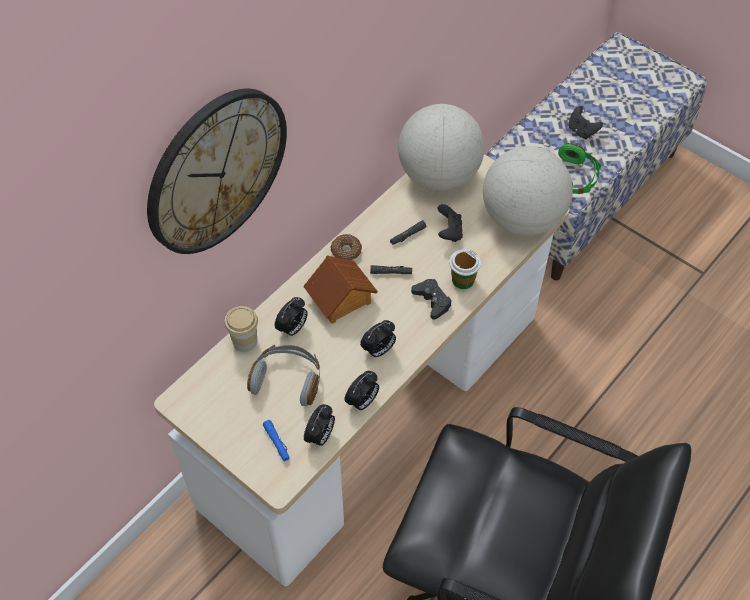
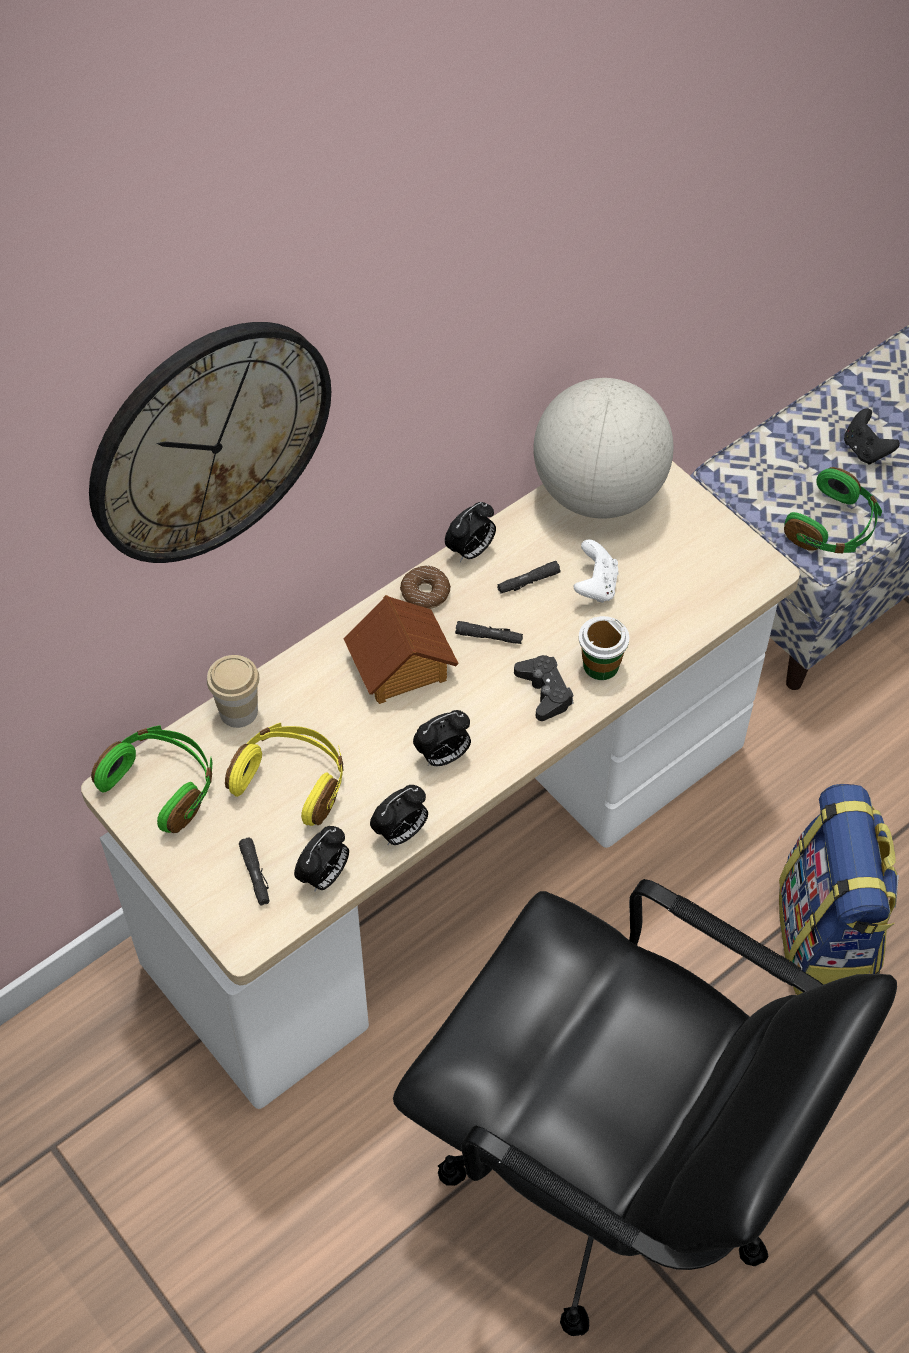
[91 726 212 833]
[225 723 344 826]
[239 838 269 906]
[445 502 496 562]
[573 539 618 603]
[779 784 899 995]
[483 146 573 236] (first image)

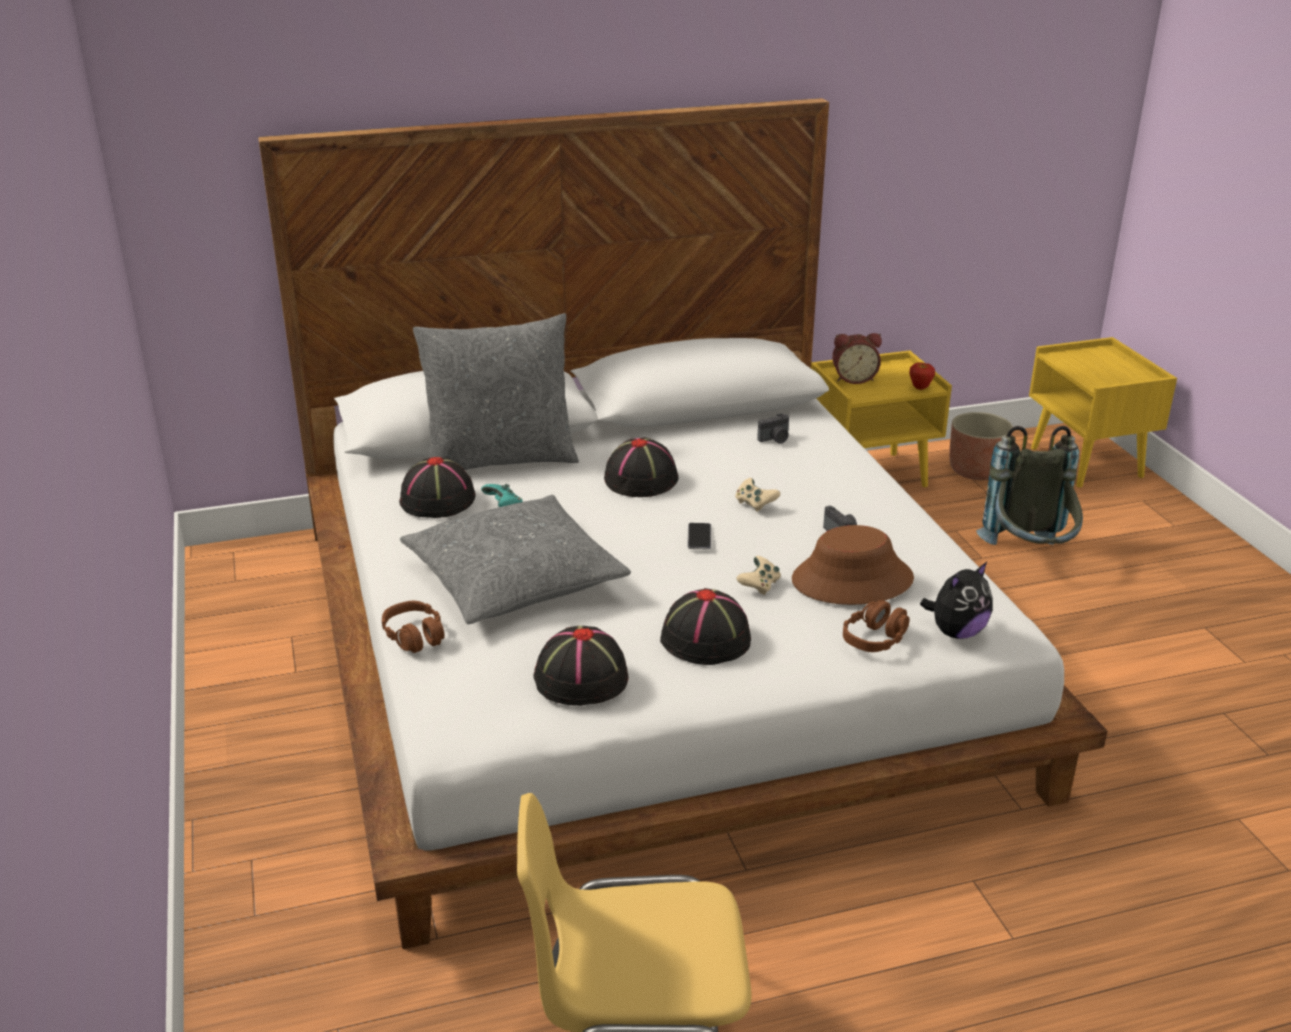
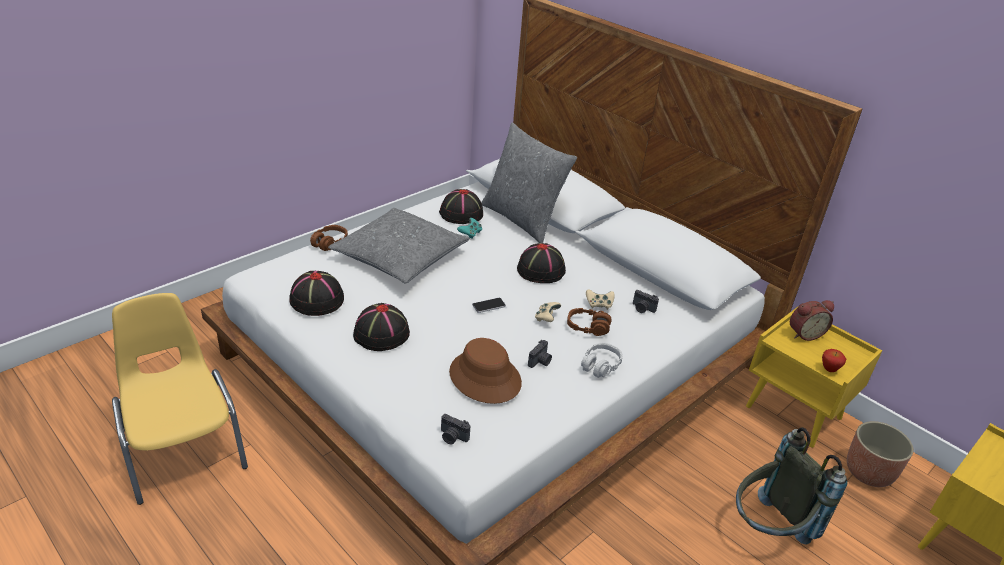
[441 414 470 444]
[567 308 612 336]
[581 343 623 378]
[586 289 615 310]
[790 300 834 341]

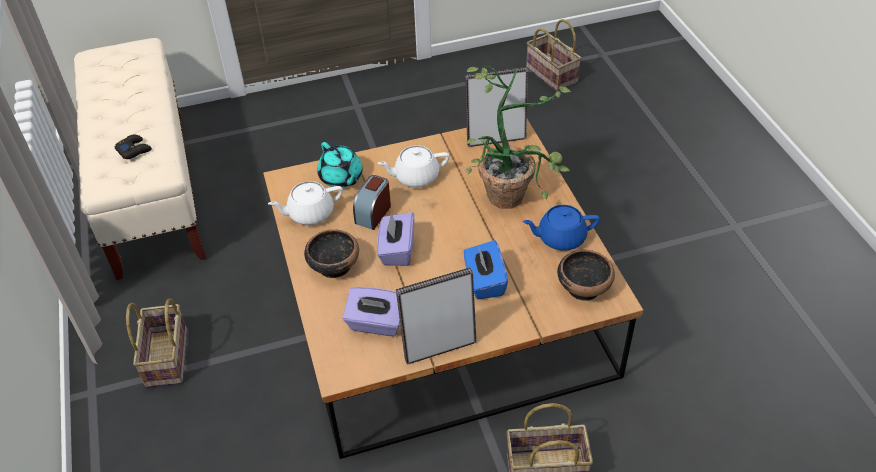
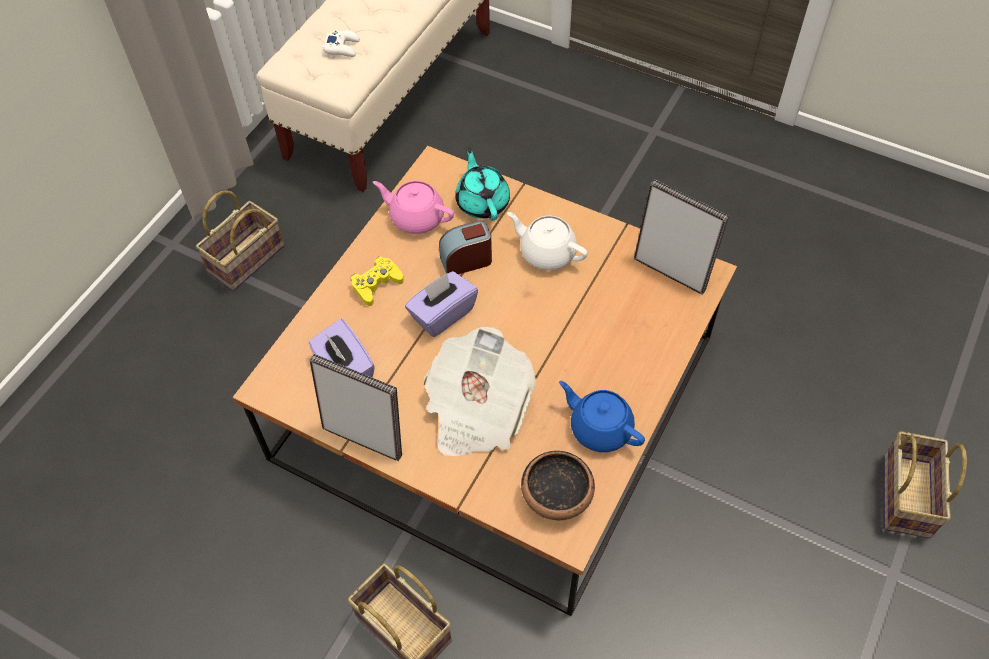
[323 30 360 57]
[351 256 404 306]
[373 181 454 234]
[424 327 536 456]
[455 148 510 221]
[884 431 967 538]
[466 66 571 209] (first image)

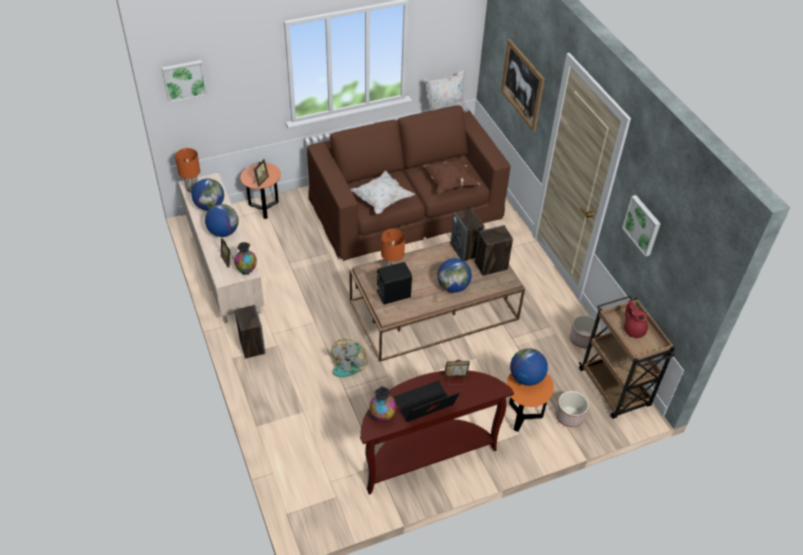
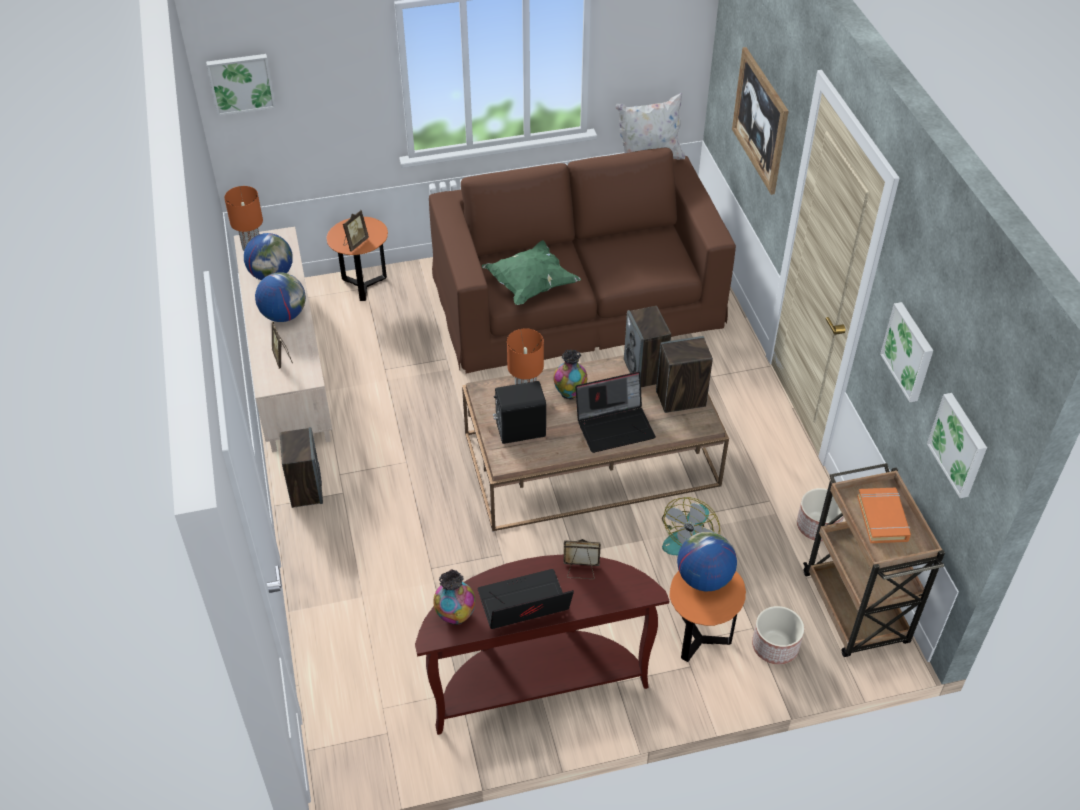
[482 240 581 305]
[553 350 587 400]
[575 372 656 453]
[662 497 720 555]
[857 488 911 543]
[927 393 987 498]
[423 157 482 193] (first image)

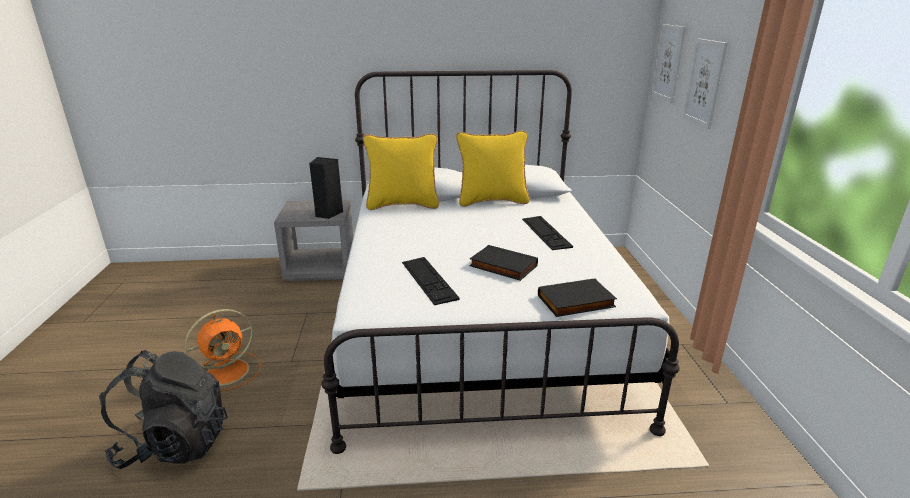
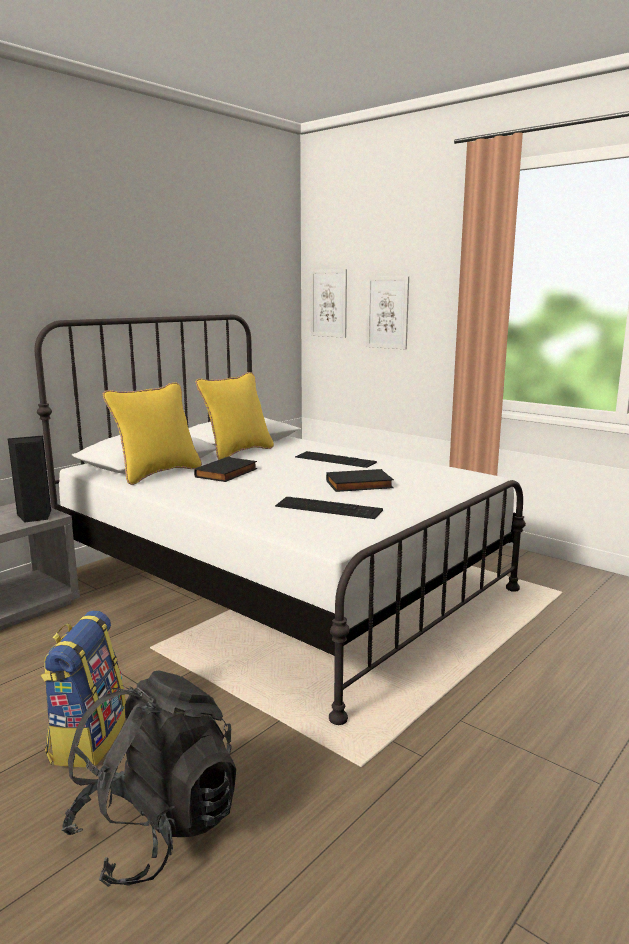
[41 611 126 767]
[194 457 257 482]

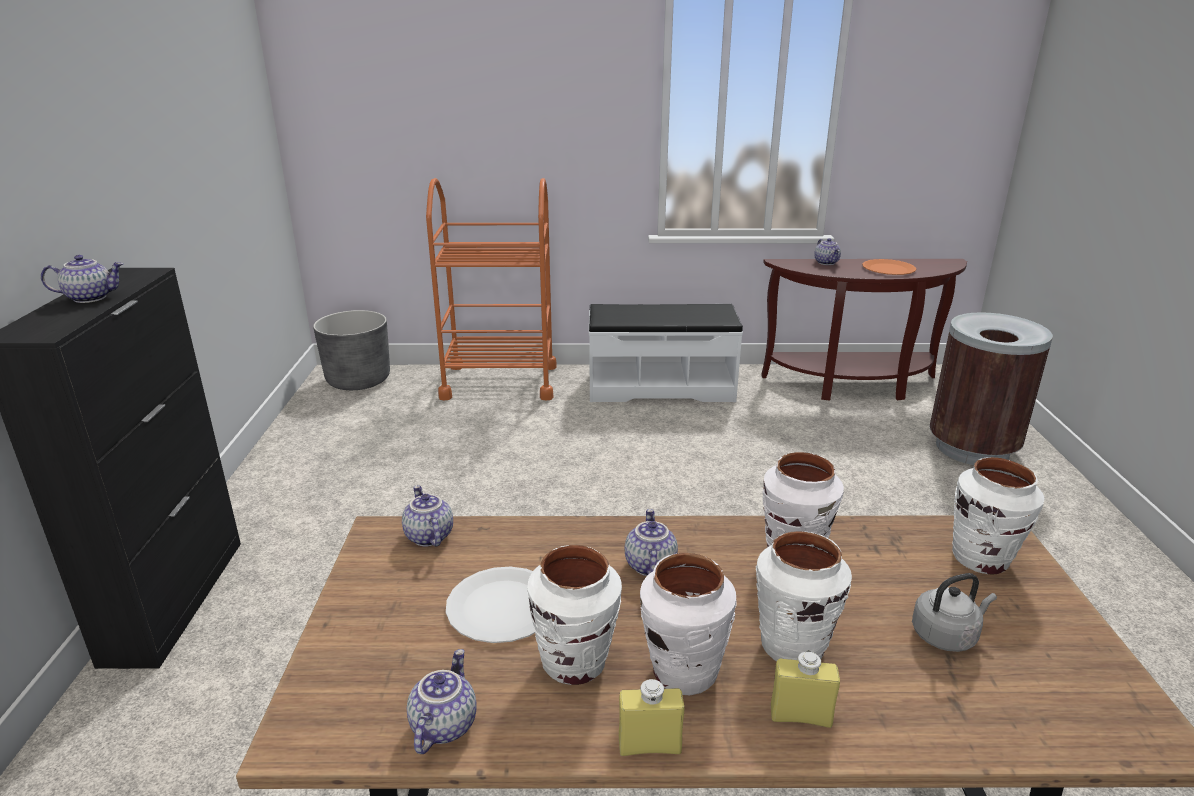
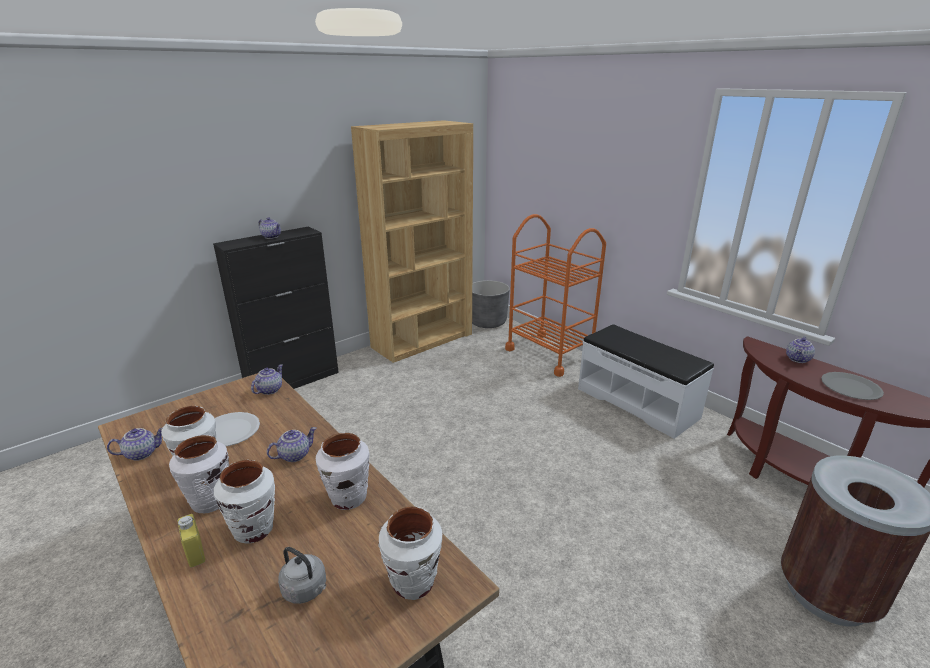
[351 120 473 363]
[821 372 884 400]
[619 679 684 756] (first image)

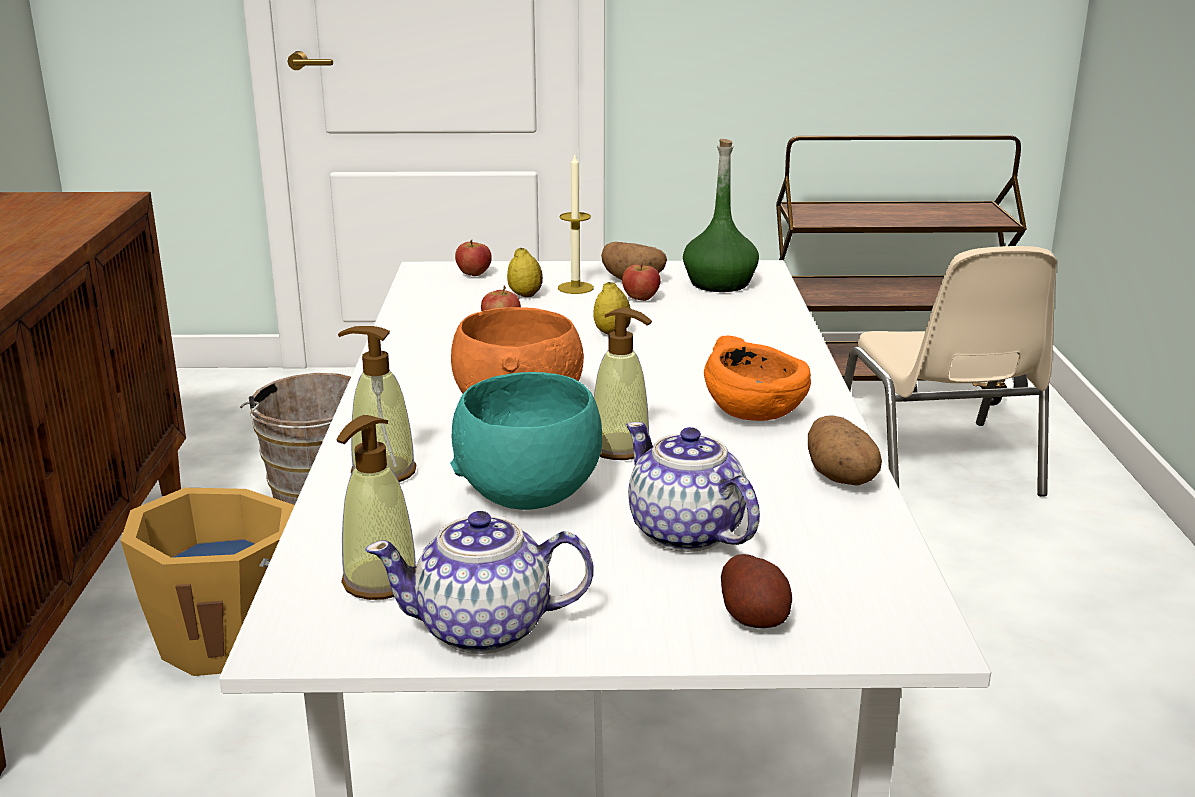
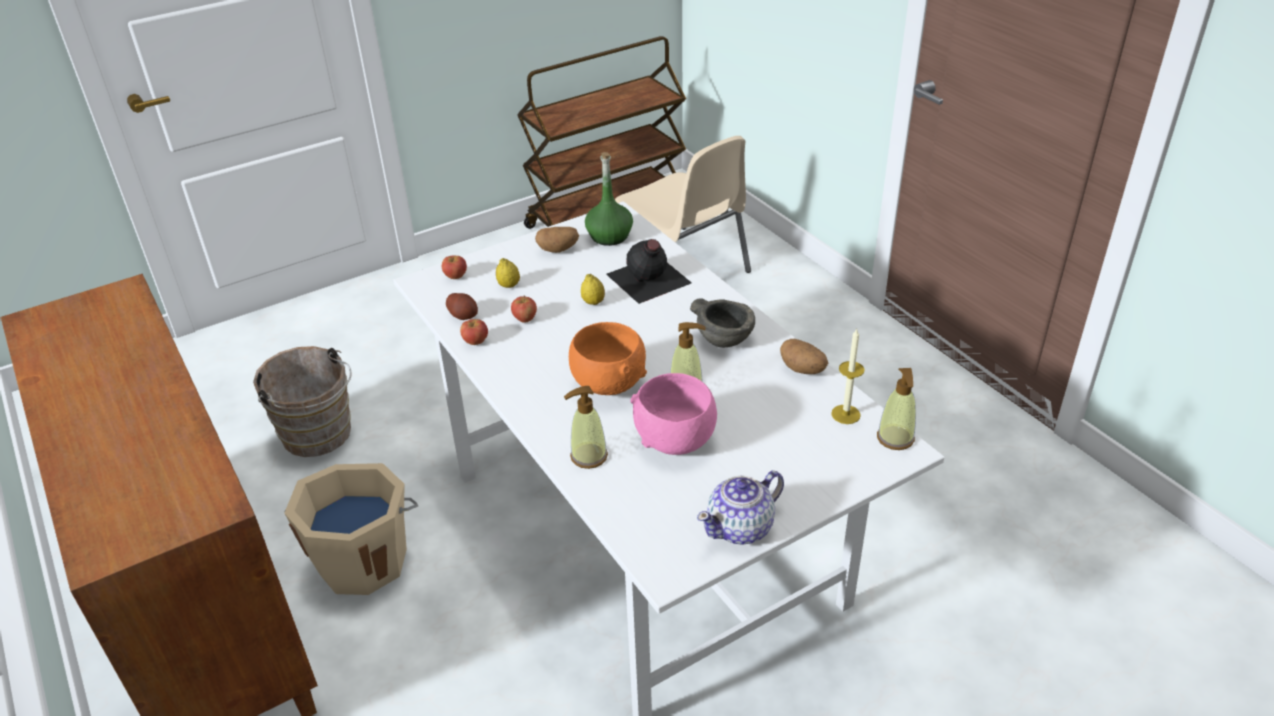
[284 463 418 595]
[446 293 478 320]
[460 319 488 345]
[606 239 692 304]
[630 373 717 455]
[690 298 755 348]
[831 329 865 424]
[877 368 916 450]
[626 422 760 552] (first image)

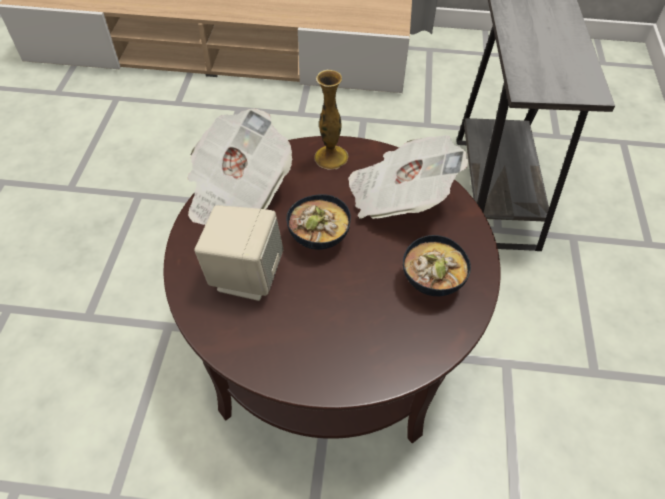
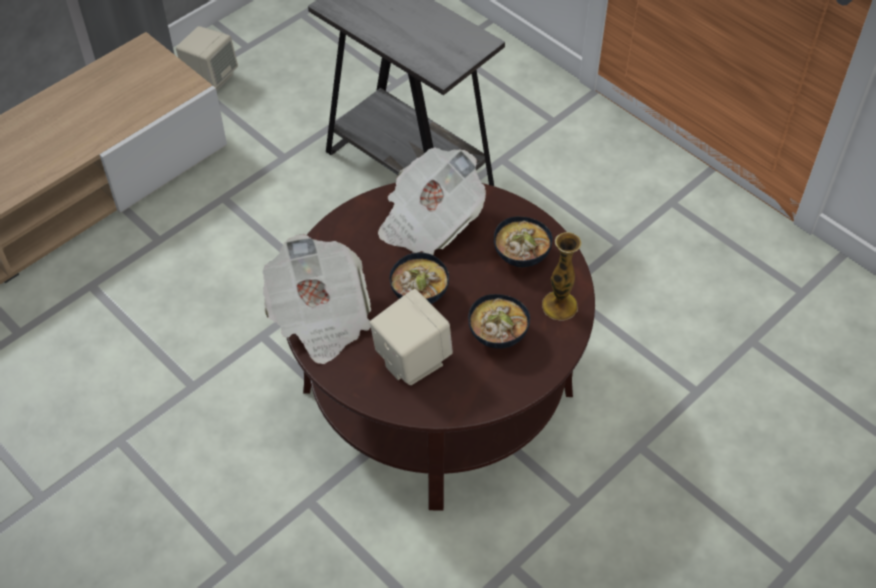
[176 26 238 91]
[468 294 530 349]
[542 232 581 321]

